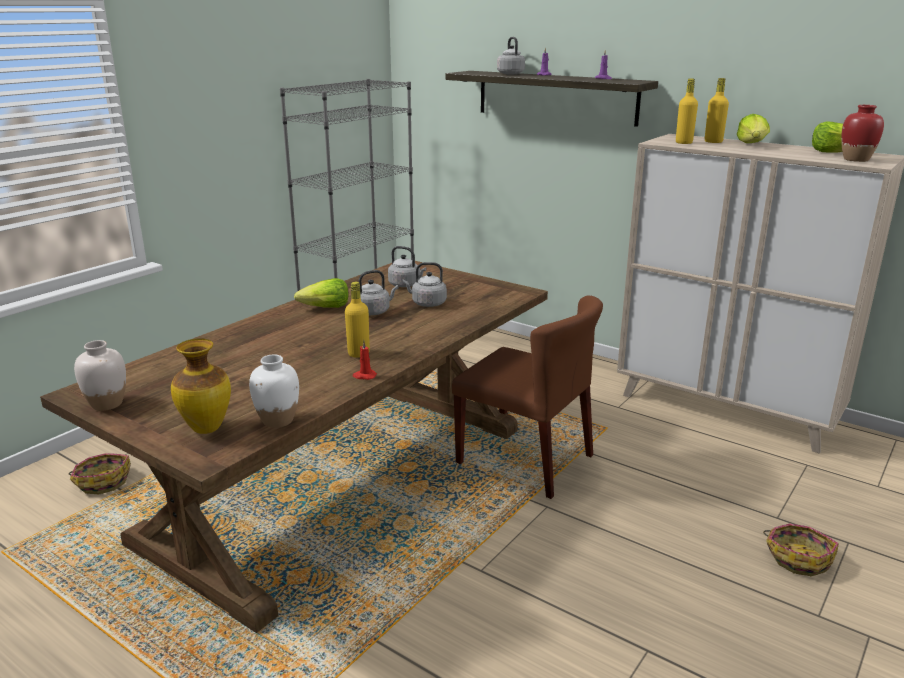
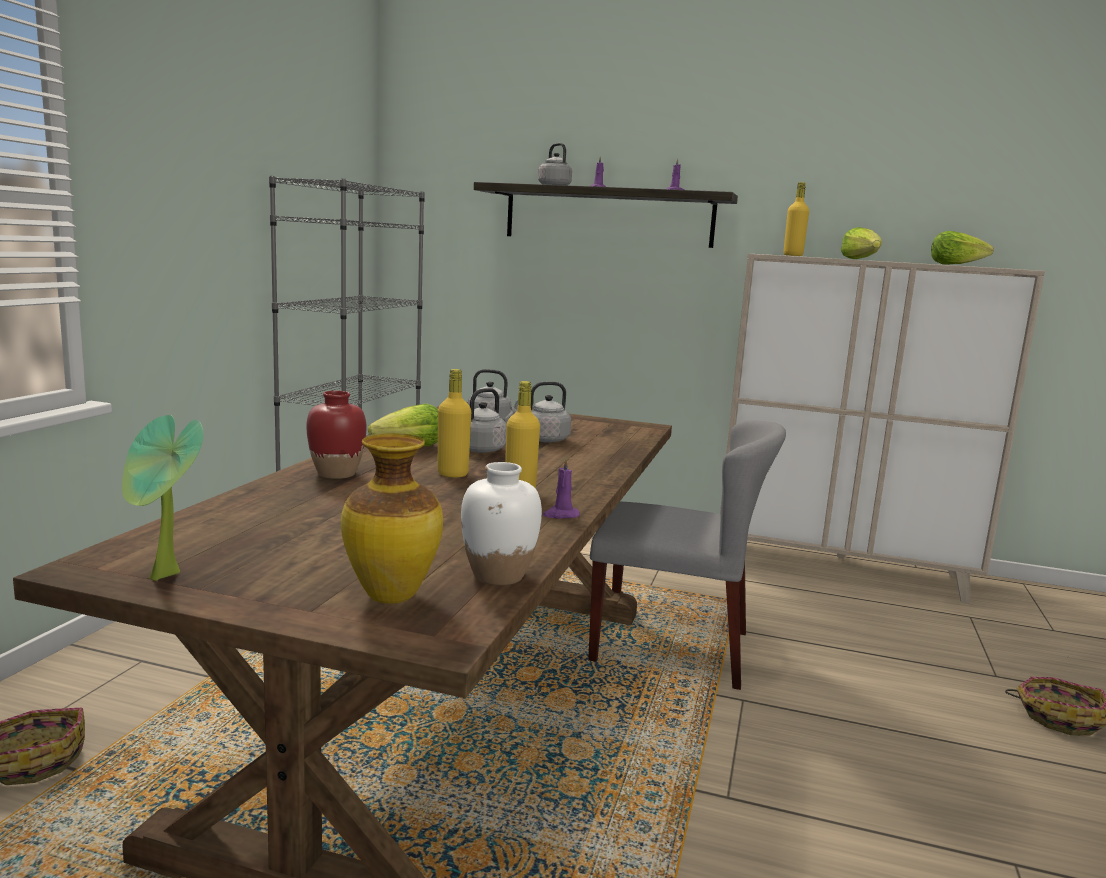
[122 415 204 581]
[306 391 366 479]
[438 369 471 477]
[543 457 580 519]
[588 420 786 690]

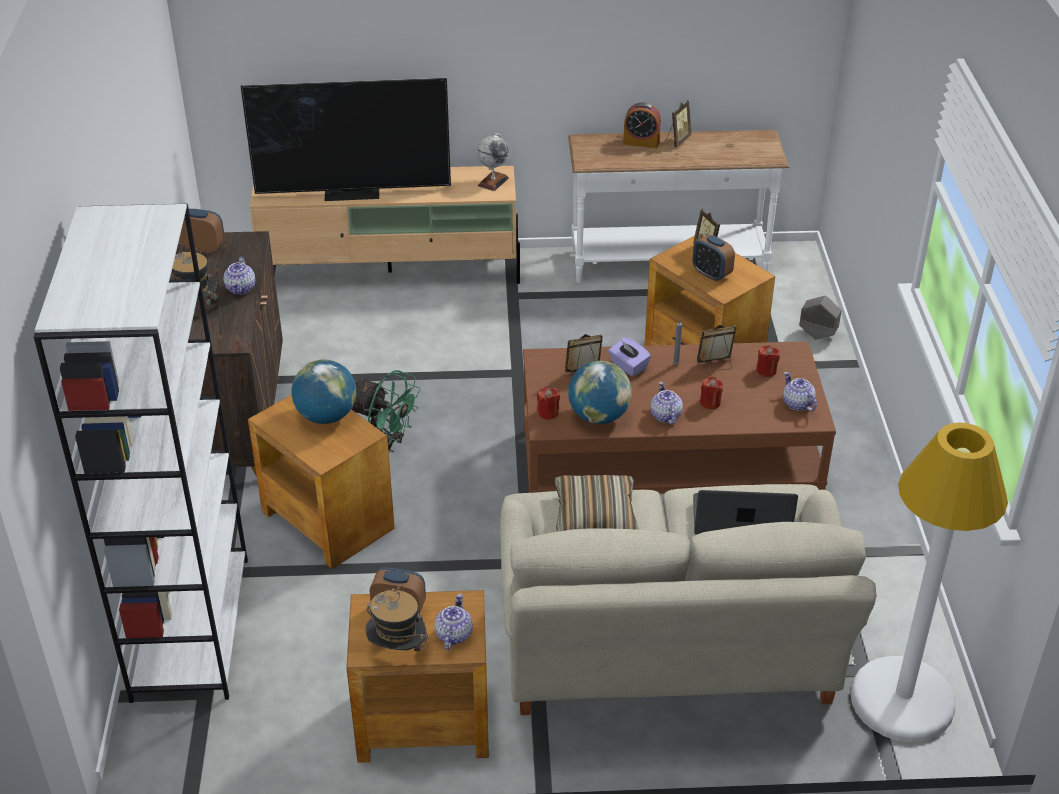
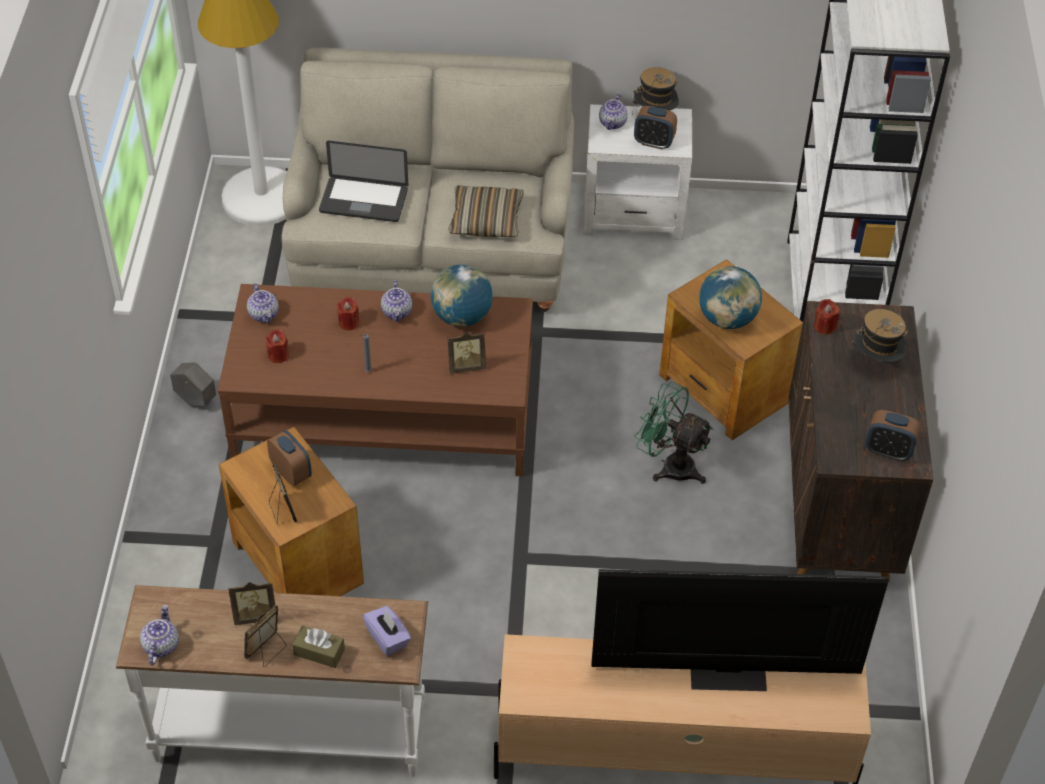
[140 605 179 665]
[170 363 216 407]
[228 582 275 625]
[292 626 345 668]
[363 606 411 656]
[583 104 692 240]
[814 299 840 335]
[477 133 509 191] (first image)

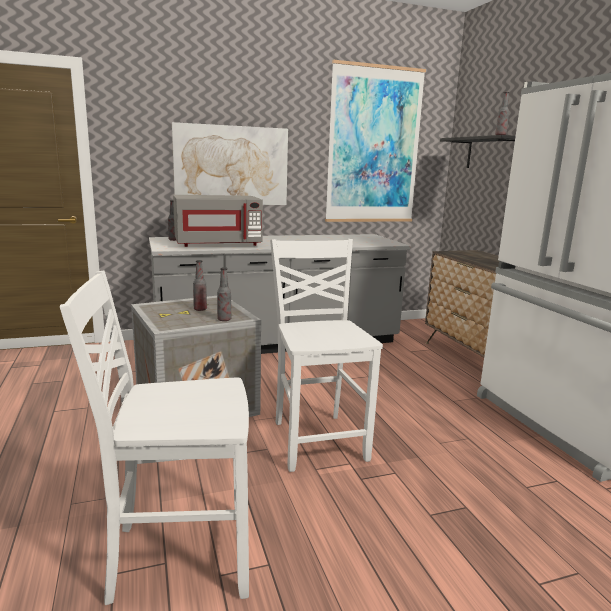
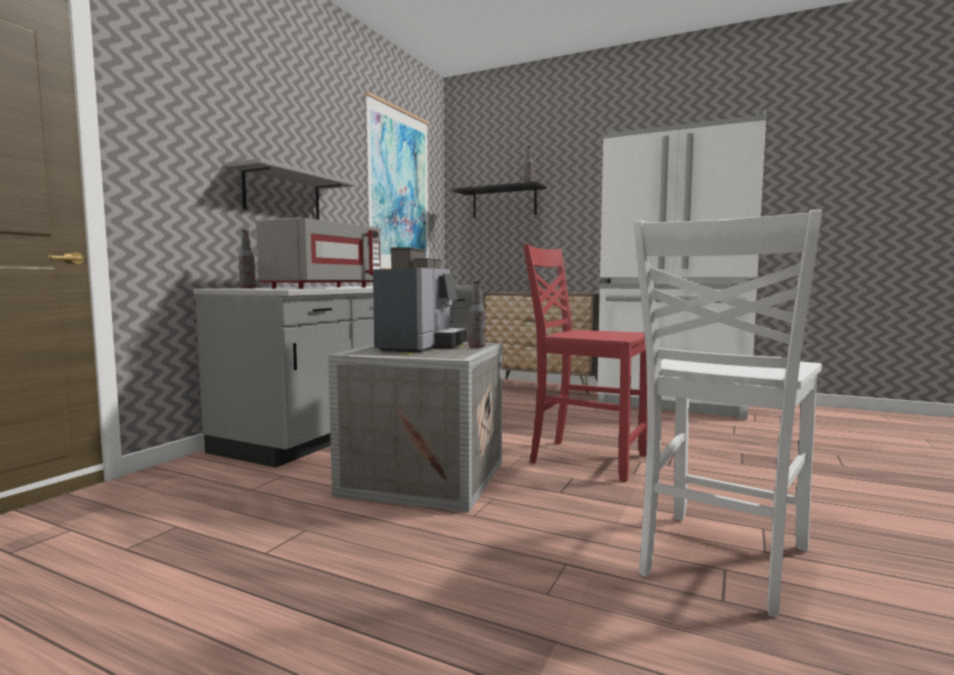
[227 158 356 220]
[373 247 467 353]
[523 244 647 482]

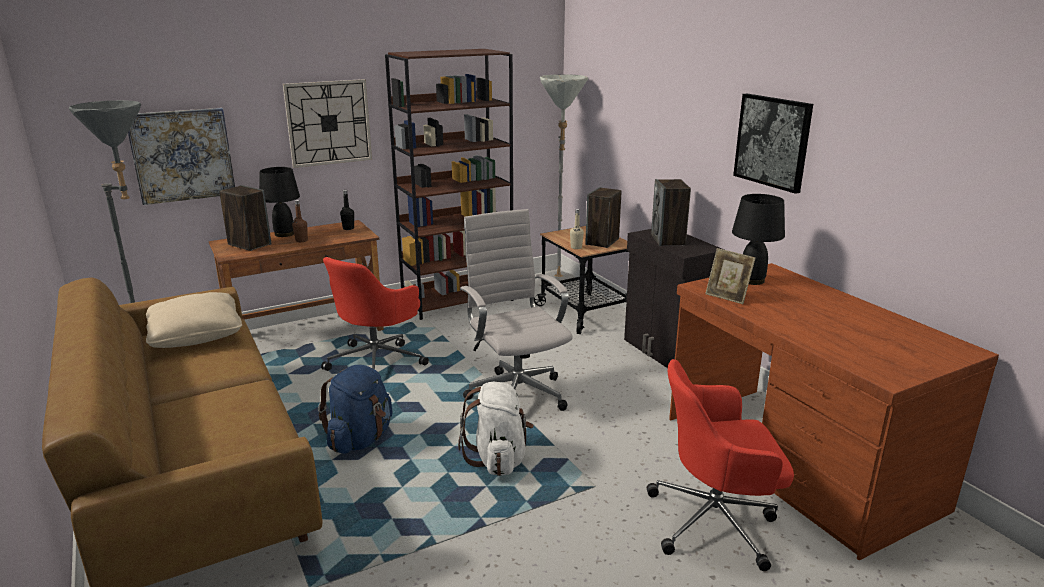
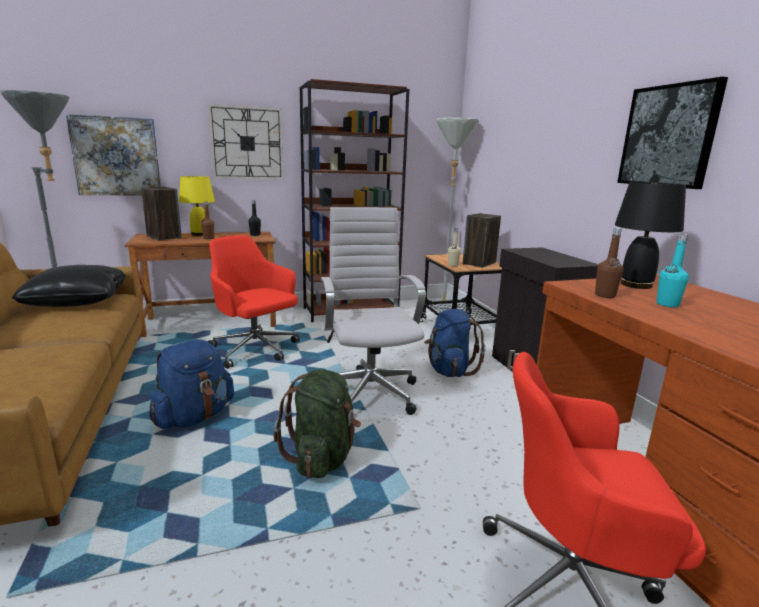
[12 265 126 307]
[179 176 215 236]
[208 235 300 369]
[274 369 361 478]
[424 309 485 377]
[595 228 623 298]
[656 234 689 307]
[651 179 691 246] (first image)

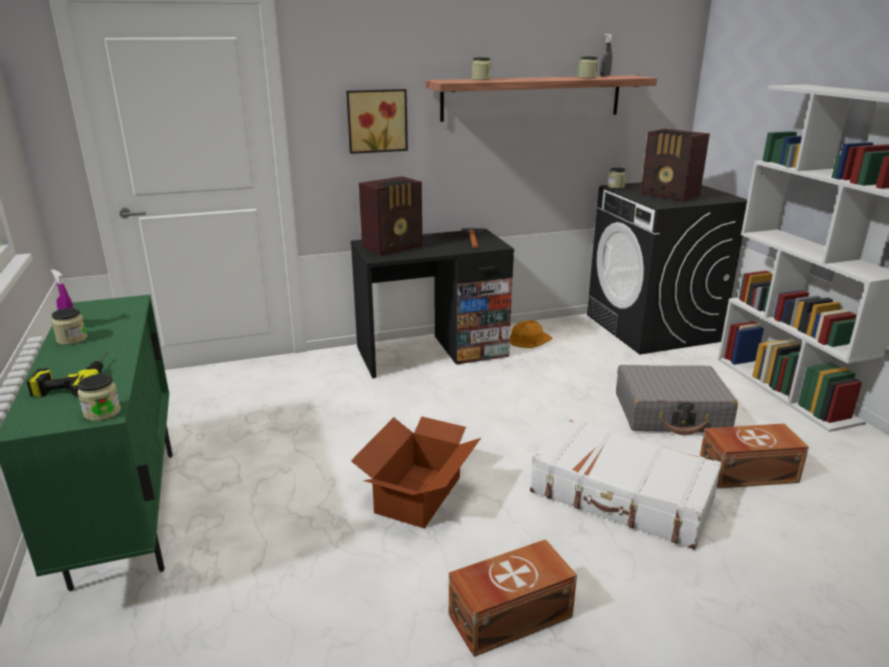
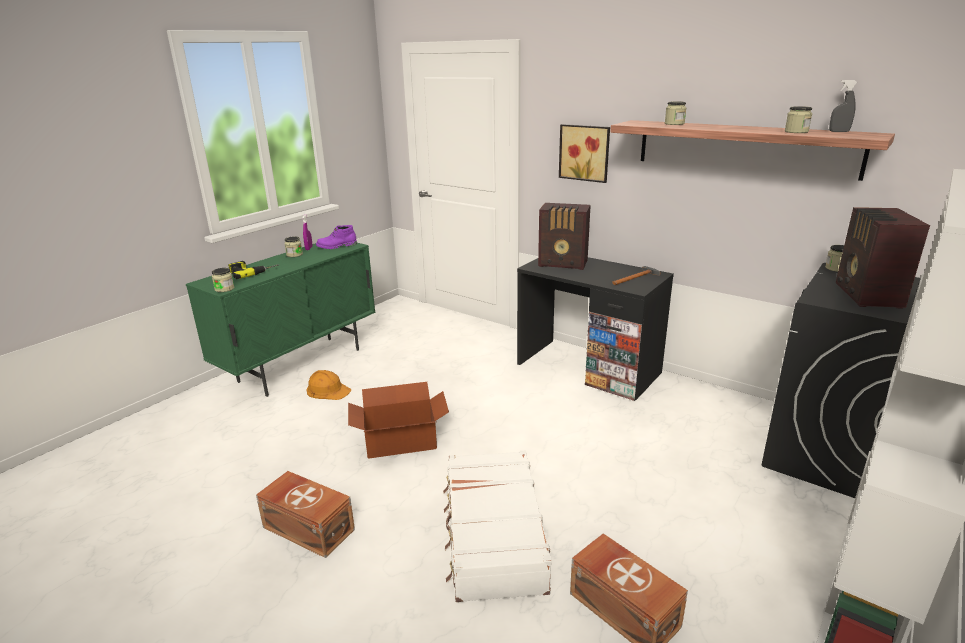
[306 370 351 400]
[316 225 357 249]
[616 365 738 435] (first image)

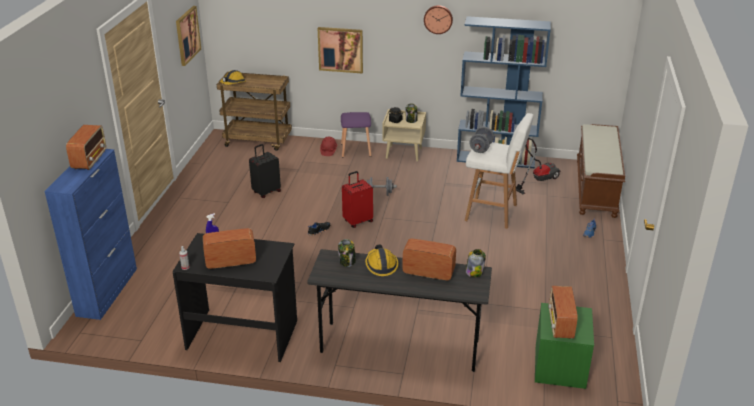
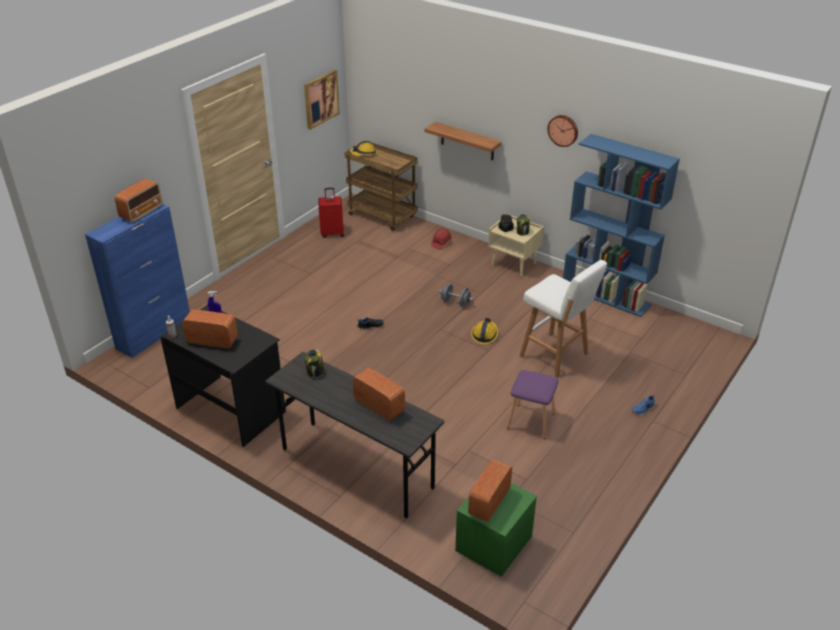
[318 188 344 238]
[424 122 502 160]
[471 318 498 344]
[506 370 559 439]
[249 144 281 198] (first image)
[466 249 486 277] (first image)
[469 127 494 153] (first image)
[516 138 561 194] (first image)
[577 124 625 218] (first image)

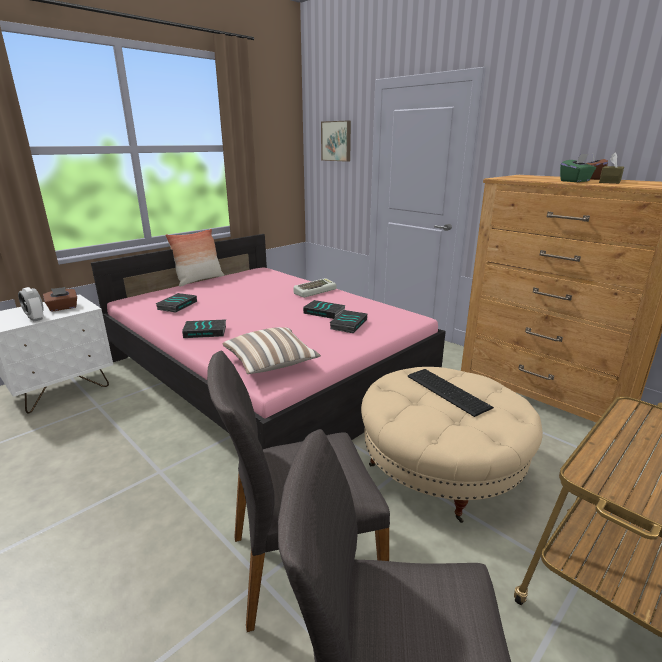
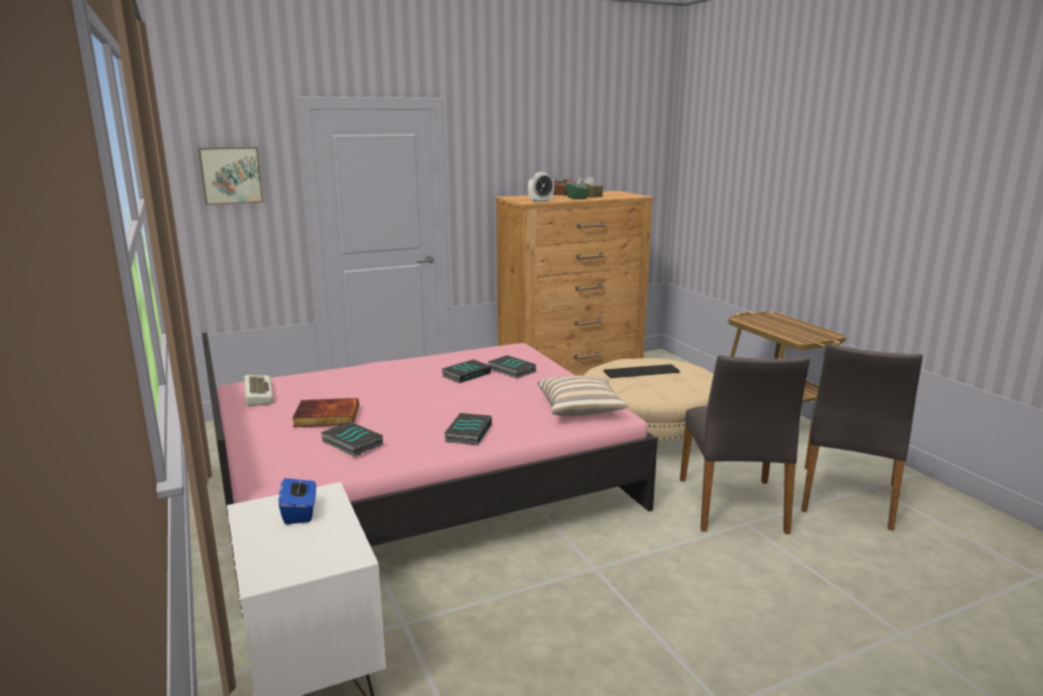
[244 375 274 406]
[279 474 316 524]
[292 398 359 427]
[528 172 554 203]
[165 229 224 287] (first image)

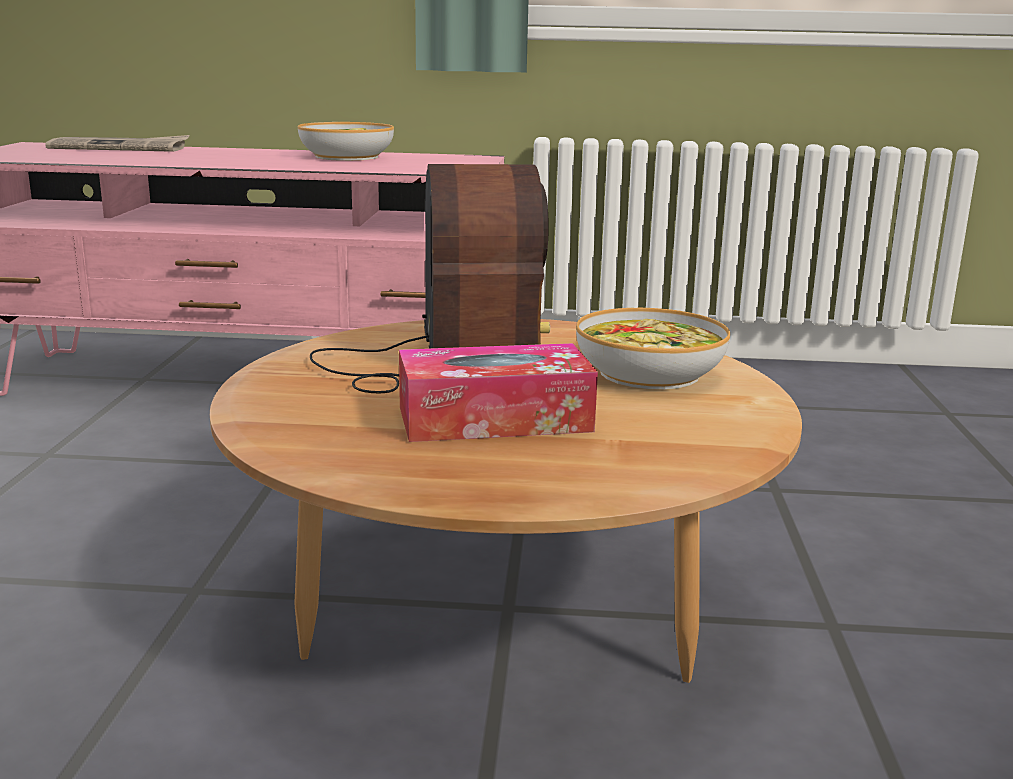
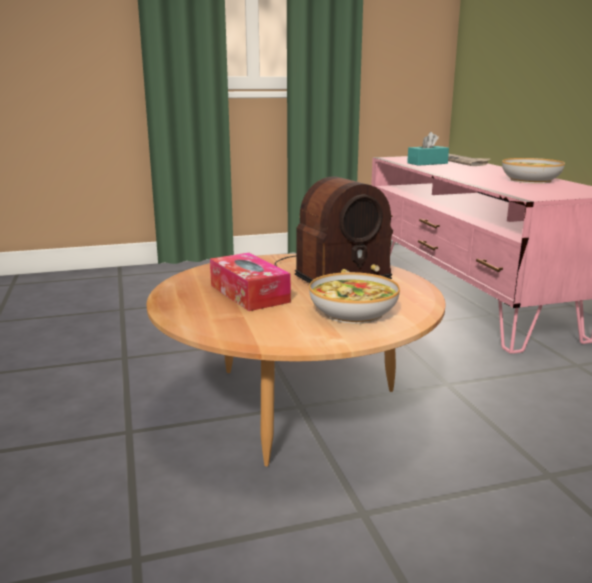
[407 132 449 166]

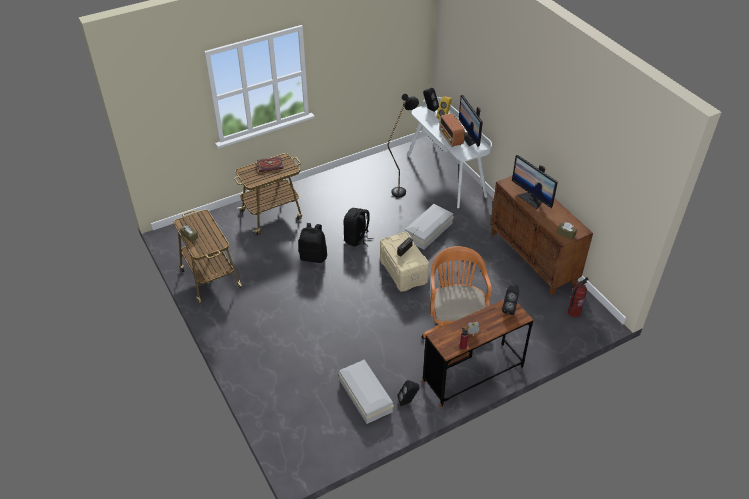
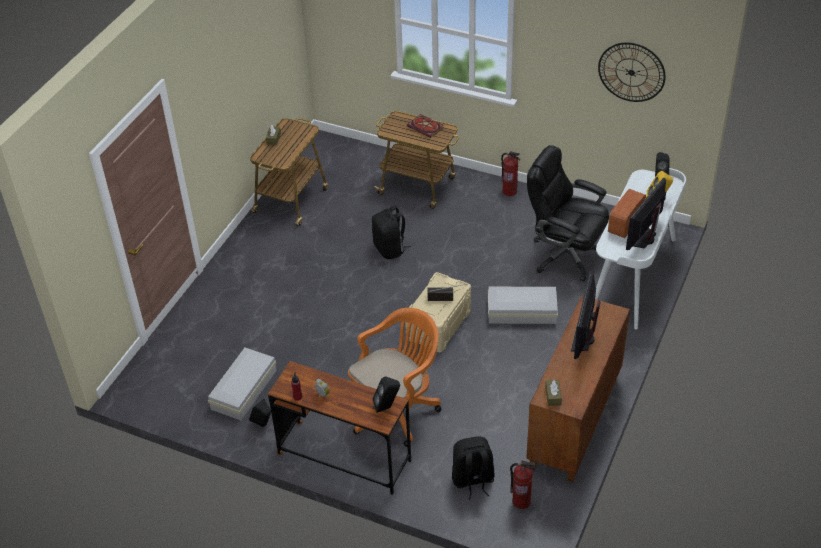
[452 436 494 500]
[501 151 520 196]
[527 145 609 282]
[598 43 666 102]

